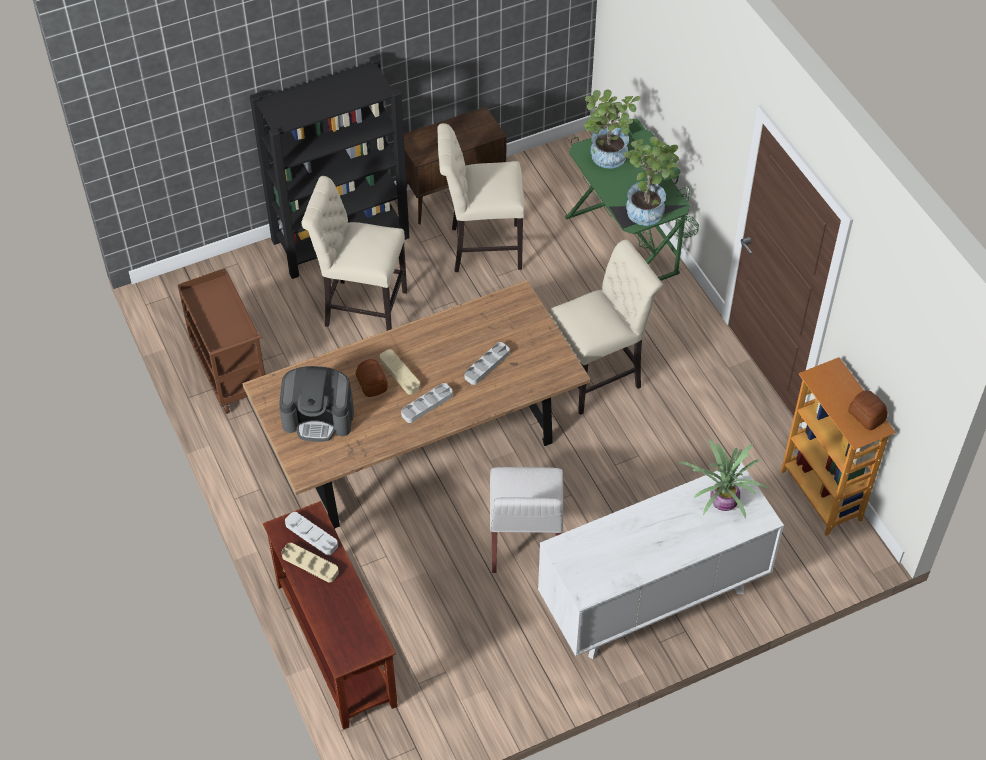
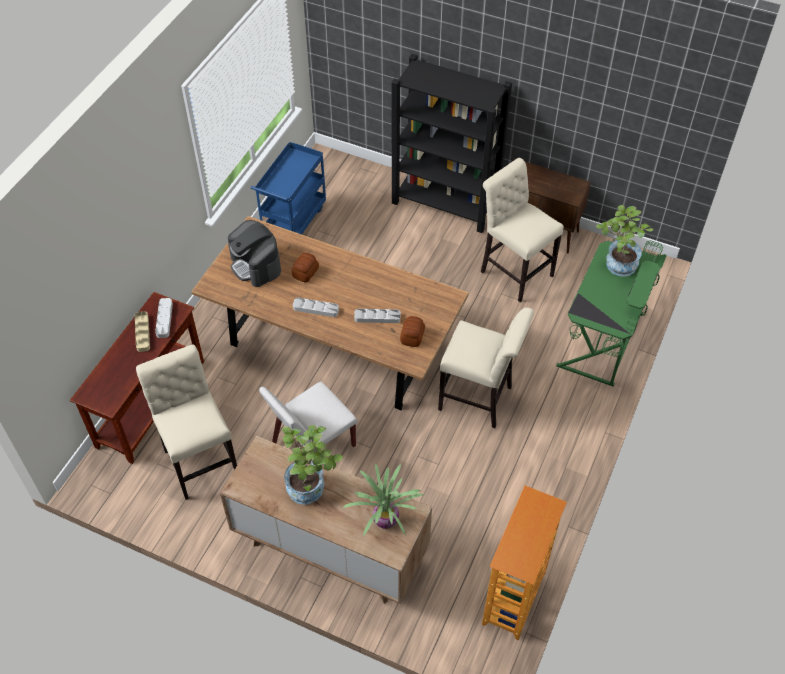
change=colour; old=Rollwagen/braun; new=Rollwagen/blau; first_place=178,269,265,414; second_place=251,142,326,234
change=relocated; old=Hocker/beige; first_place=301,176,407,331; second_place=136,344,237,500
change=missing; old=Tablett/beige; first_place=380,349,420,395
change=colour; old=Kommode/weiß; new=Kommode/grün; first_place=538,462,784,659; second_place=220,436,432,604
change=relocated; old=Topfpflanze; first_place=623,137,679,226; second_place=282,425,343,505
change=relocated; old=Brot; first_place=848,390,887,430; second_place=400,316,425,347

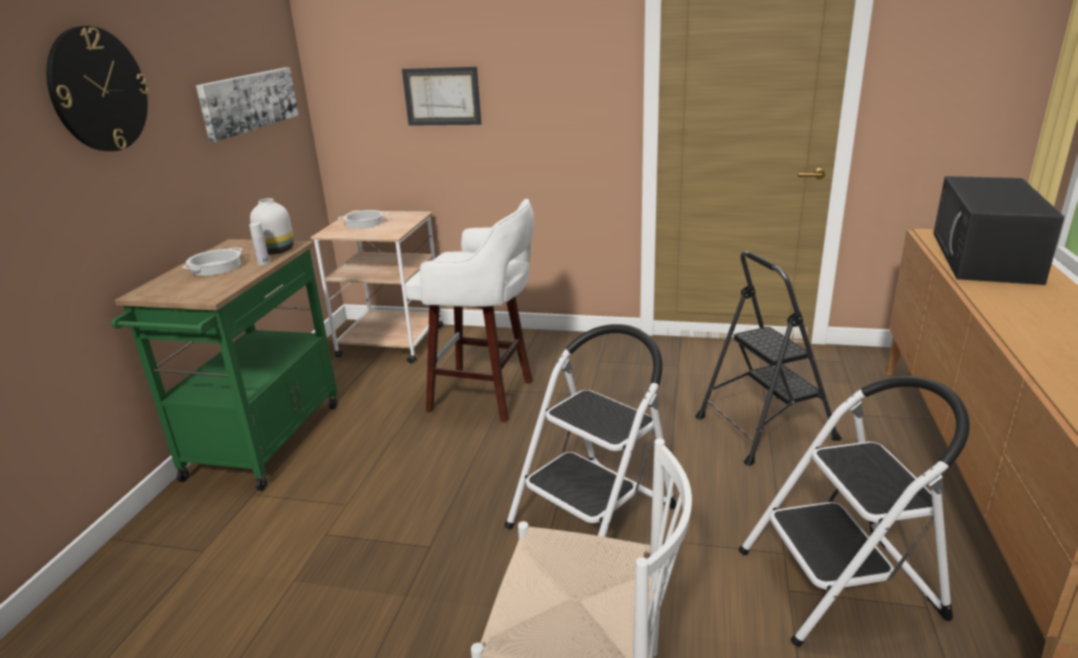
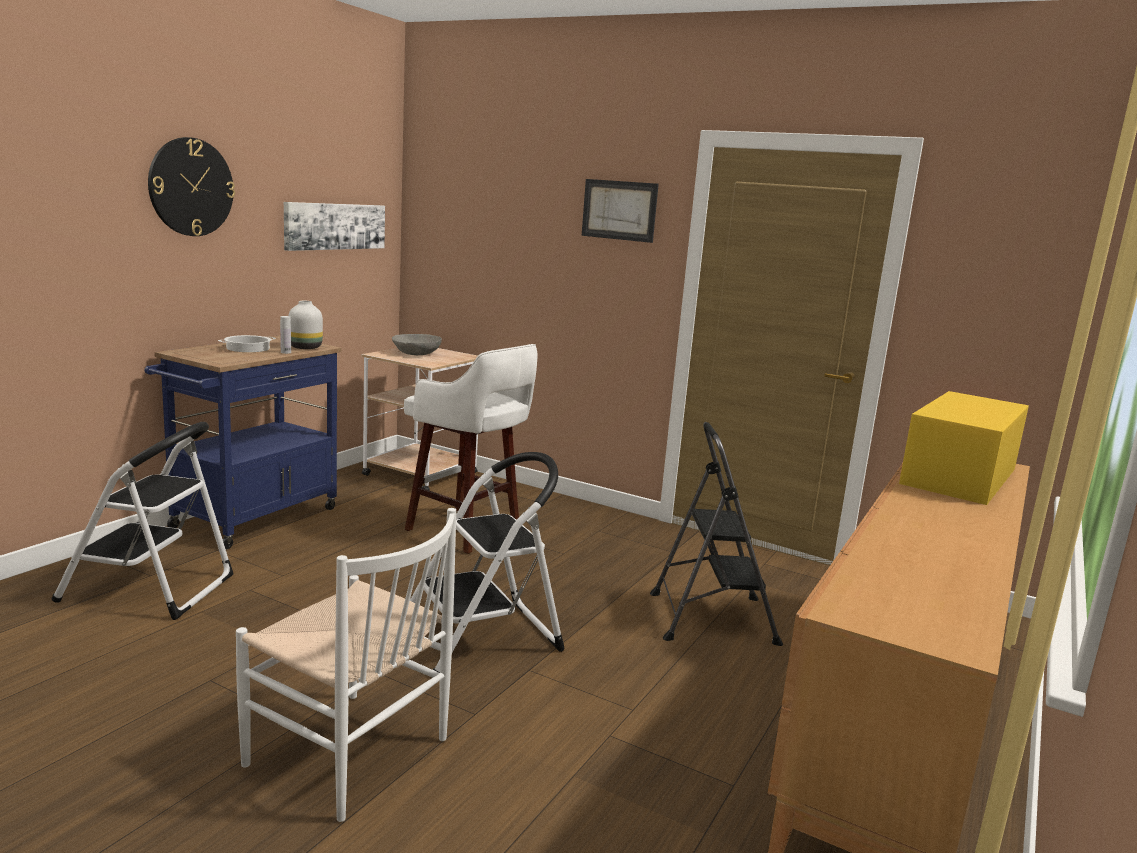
change=colour; old=Rollwagen/grün; new=Rollwagen/blau; first_place=111,239,339,491; second_place=145,335,342,549
change=exchanged; old=Kochtopf; new=Schüssel/grau; first_place=338,210,388,229; second_place=392,334,442,355
change=relocated; old=Bild; first_place=402,67,481,126; second_place=582,179,659,243
change=relocated; old=Trittleiter; first_place=738,376,970,647; second_place=51,422,233,620
change=colour; old=Mikrowelle/schwarz; new=Mikrowelle/gelb; first_place=933,176,1064,285; second_place=899,391,1029,505

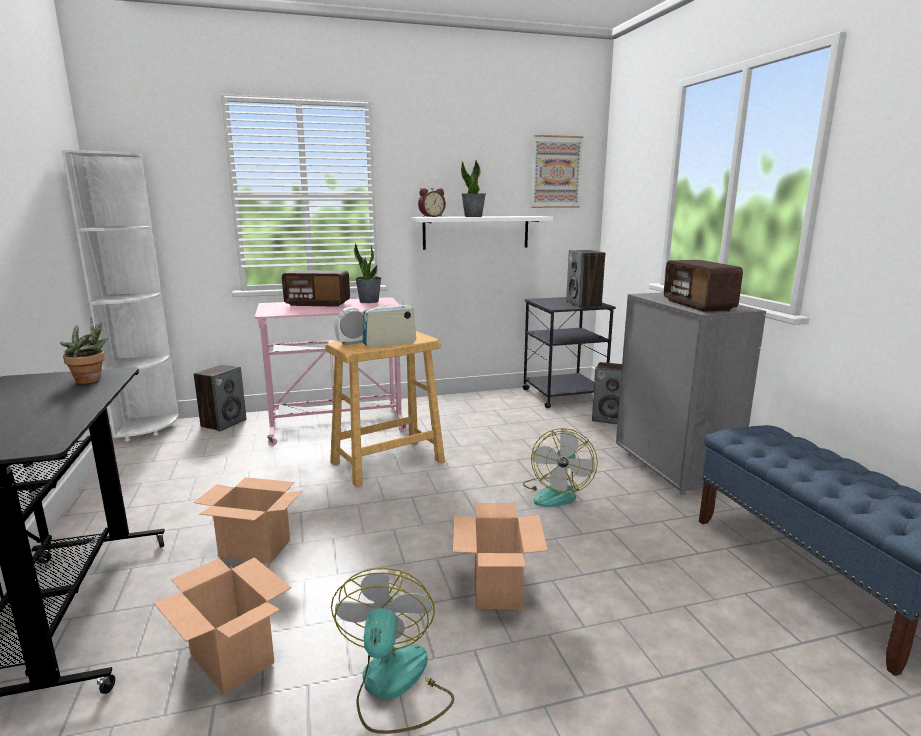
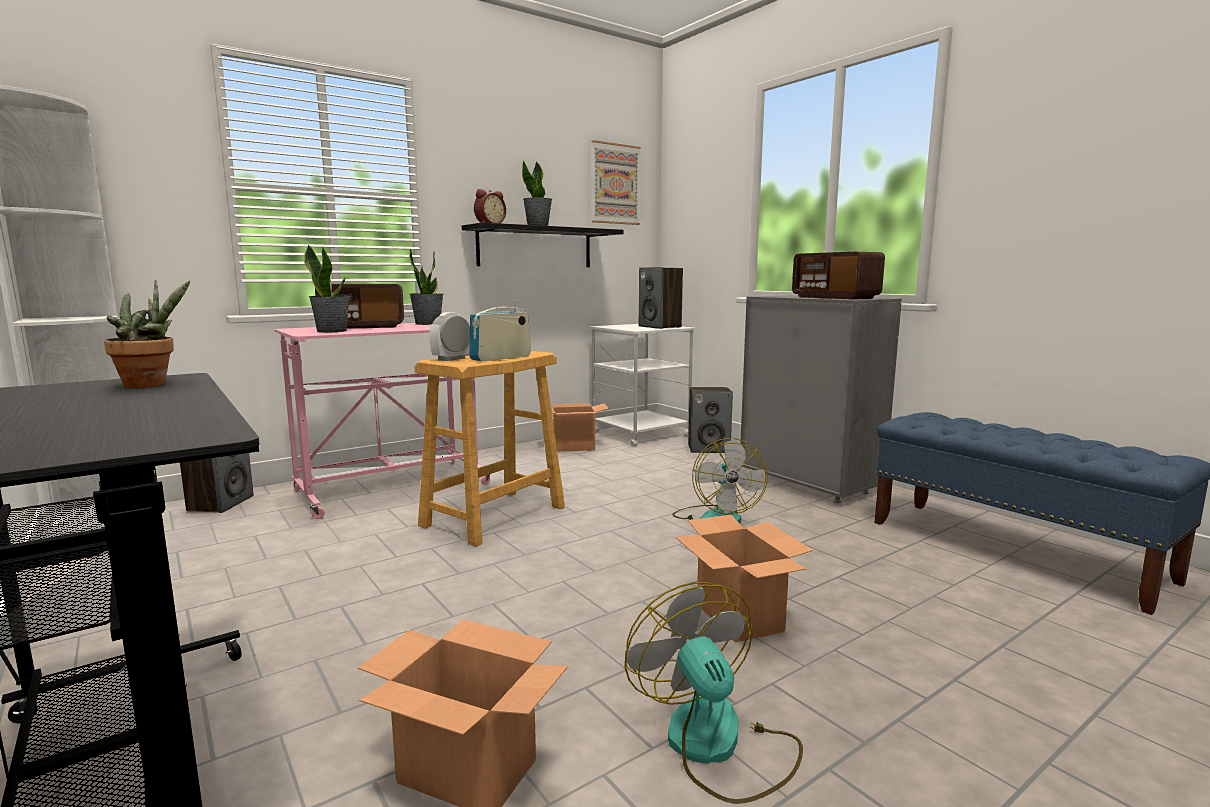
change=relocated; old=Karton; first_place=193,477,303,563; second_place=539,403,609,452
change=colour; old=Wandregal/weiß; new=Wandregal/schwarz; first_place=411,216,553,250; second_place=462,222,624,267
change=colour; old=Rollwagen/schwarz; new=Rollwagen/weiß; first_place=523,297,616,408; second_place=590,324,696,447
change=appeared; new=Topfpflanze; second_place=304,245,350,332

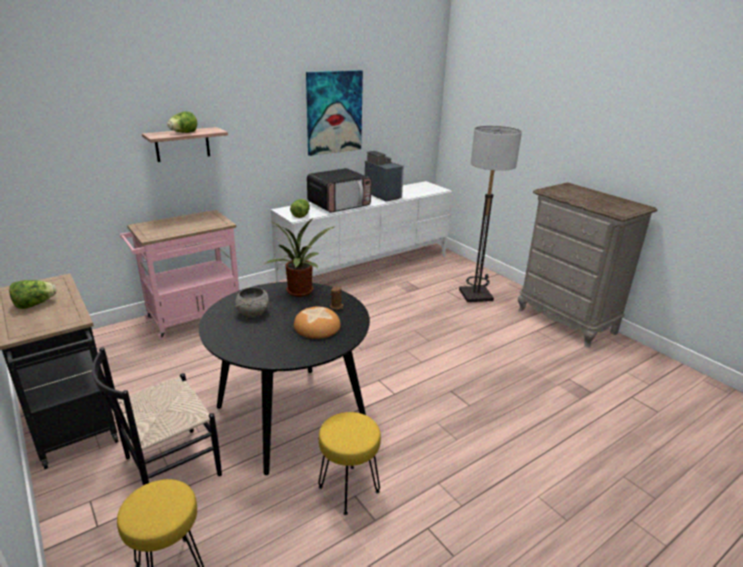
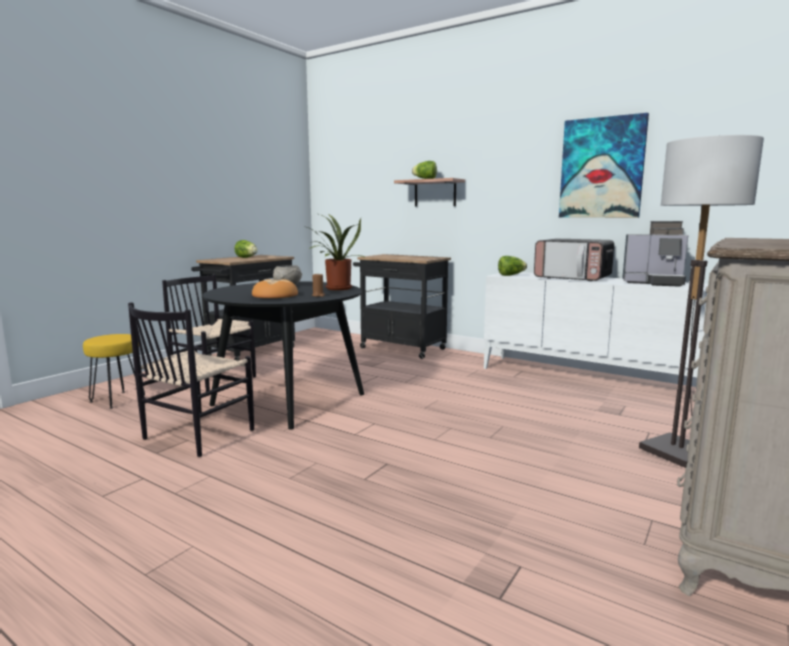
change=colour; old=Rollwagen/rosa; new=Rollwagen/schwarz; first_place=120,210,239,340; second_place=353,254,451,359
change=exchanged; old=Hocker/gelb; new=Stuhl/schwarz; first_place=318,412,381,515; second_place=128,302,254,457
change=spun; old=Kaffeemaschine; first_place=365,151,404,201; second_place=622,221,688,287; degrees=75

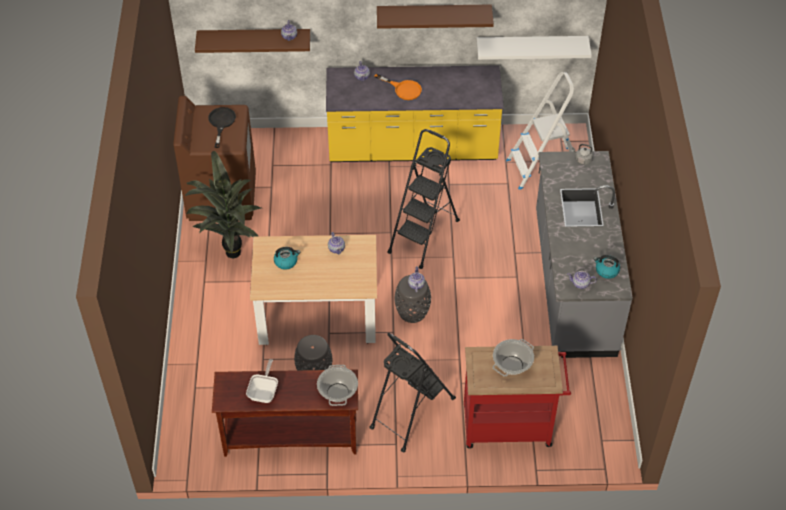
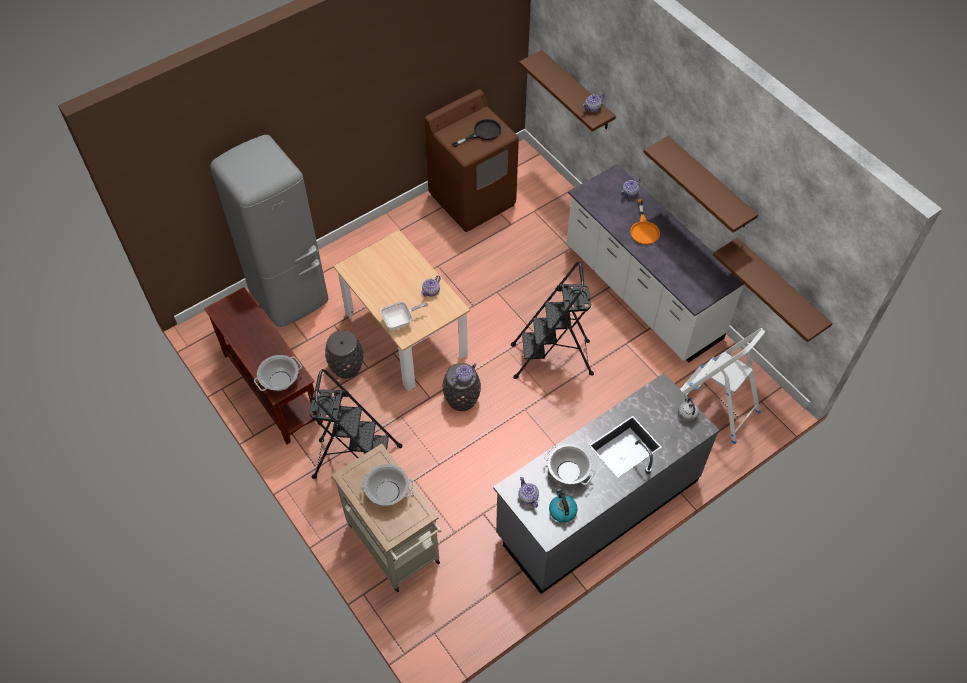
change=missing; old=Topfpflanze; first_place=185,151,261,258
change=relocated; old=Pfanne; first_place=246,359,278,403; second_place=381,301,428,330
change=missing; old=Wasserkessel; first_place=274,247,301,270
change=colour; old=Küchenzeile/gelb; new=Küchenzeile/weiß; first_place=326,65,504,162; second_place=567,164,744,362
change=colour; old=Rollwagen/rot; new=Rollwagen/beige; first_place=464,346,571,449; second_place=332,444,441,593
change=colour; old=Wandregal/weiß; new=Wandregal/braun; first_place=476,36,592,60; second_place=713,238,832,342
change=appeared; new=Kühlschrank/grau; second_place=210,135,328,327
change=appeared; new=Kochtopf; second_place=544,444,595,485

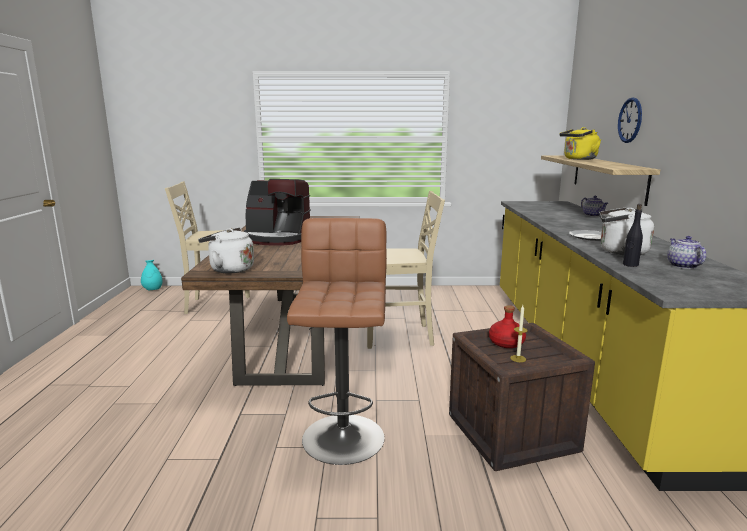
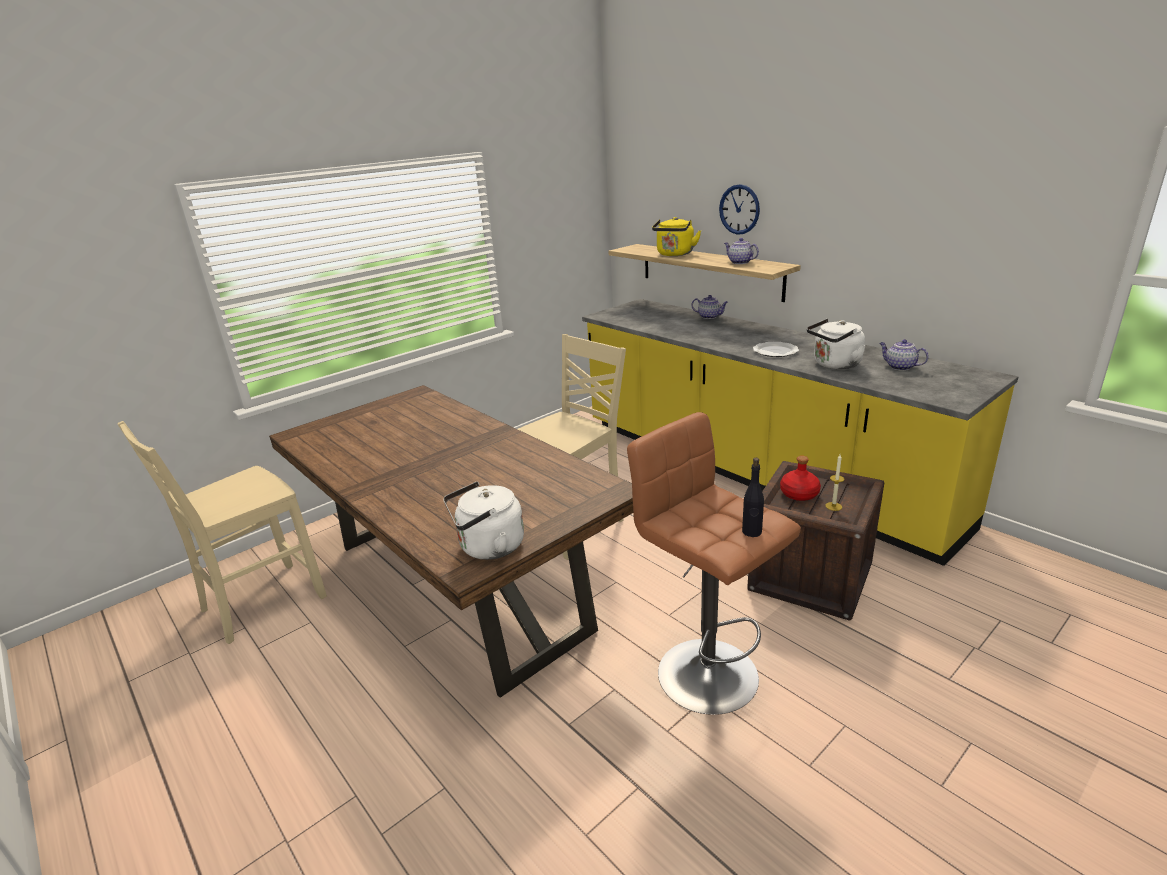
change=missing; old=Vase/türkis; first_place=141,260,162,290
change=missing; old=Kaffeemaschine; first_place=244,179,311,246
change=relocated; old=Flasche/schwarz; first_place=623,204,643,267; second_place=742,458,764,537
change=appeared; new=Teekanne; second_place=724,238,759,264

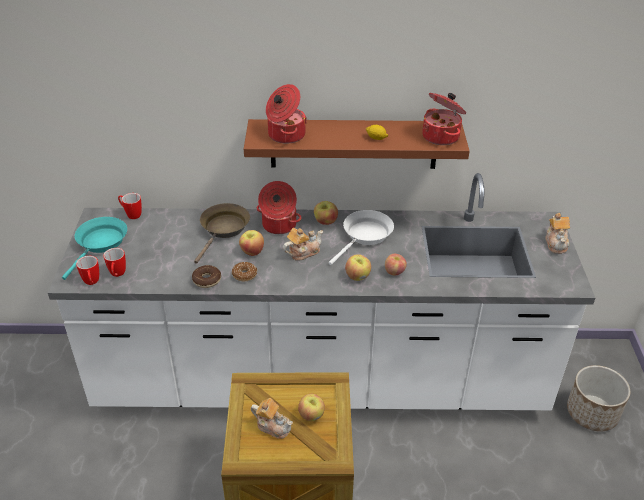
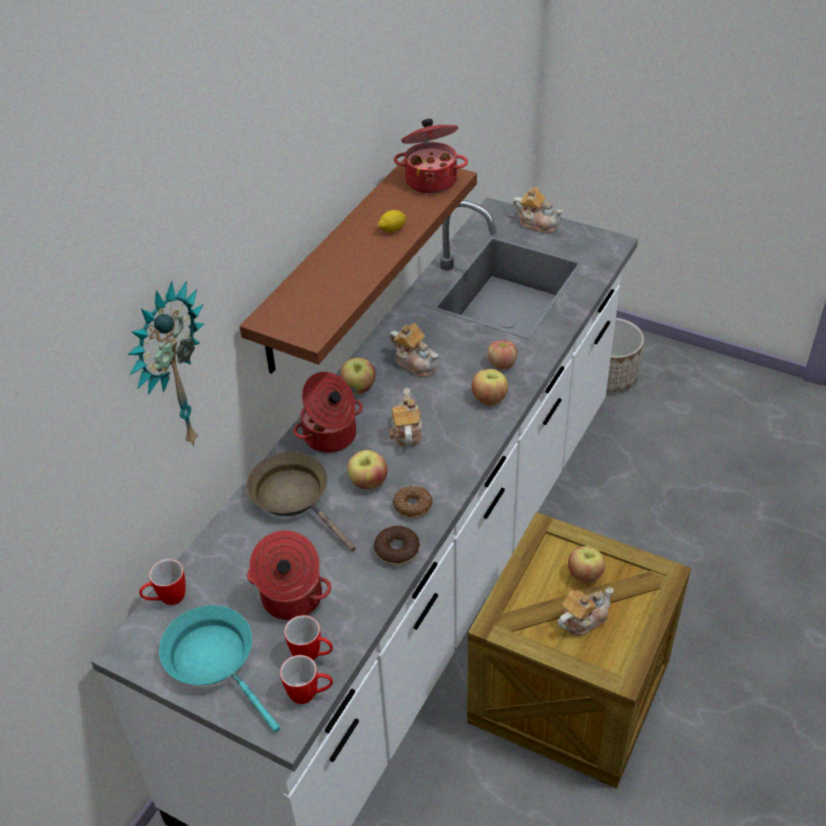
change=relocated; old=Kochtopf; first_place=266,84,307,144; second_place=247,530,331,620
change=exchanged; old=Pfanne/weiß; new=Teekanne; first_place=329,210,394,265; second_place=389,323,439,377
change=appeared; new=Wanduhr; second_place=127,281,204,447

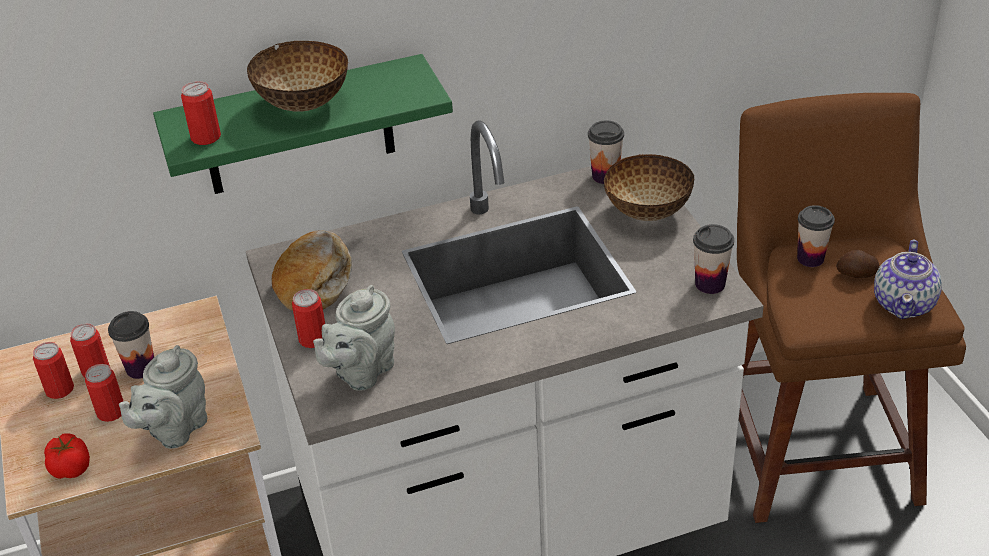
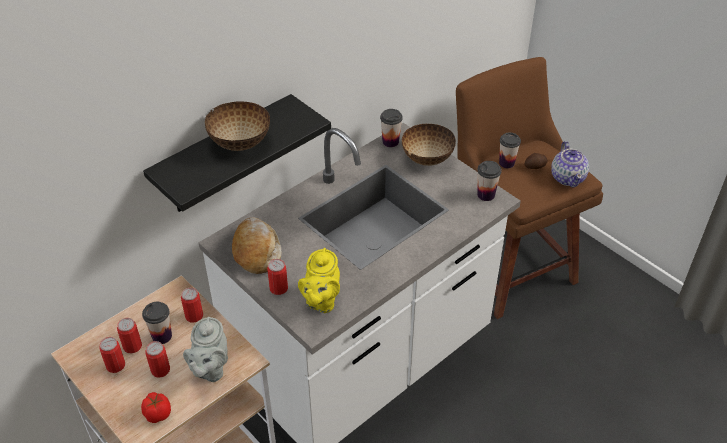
change=colour; old=Wandregal/grün; new=Wandregal/schwarz; first_place=153,54,453,194; second_place=143,94,331,212
change=relocated; old=Dose; first_place=181,81,221,145; second_place=181,288,203,323
change=colour; old=Teekanne/grau; new=Teekanne/gelb; first_place=313,285,395,391; second_place=298,248,340,313

